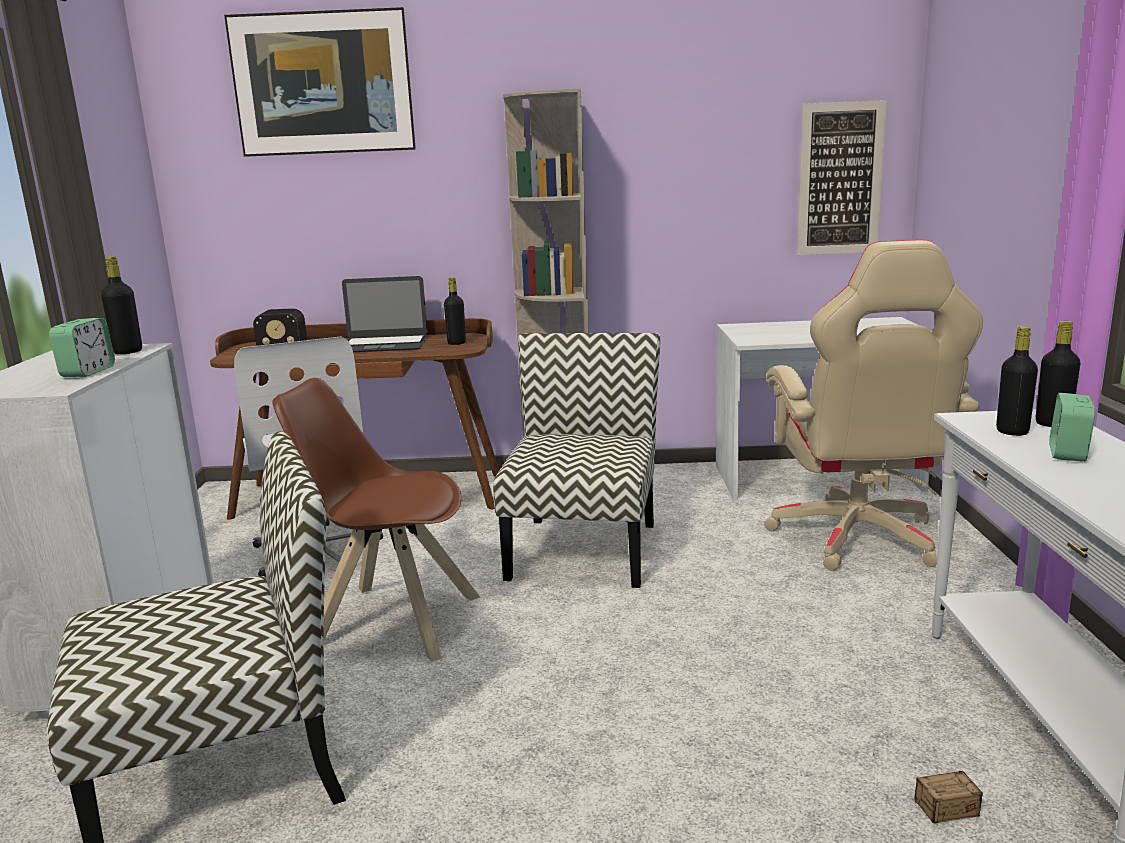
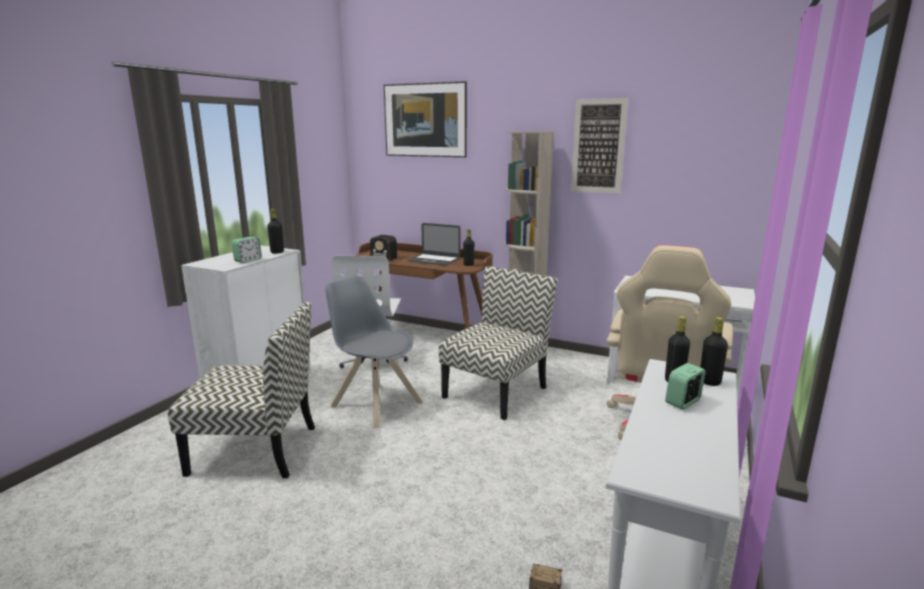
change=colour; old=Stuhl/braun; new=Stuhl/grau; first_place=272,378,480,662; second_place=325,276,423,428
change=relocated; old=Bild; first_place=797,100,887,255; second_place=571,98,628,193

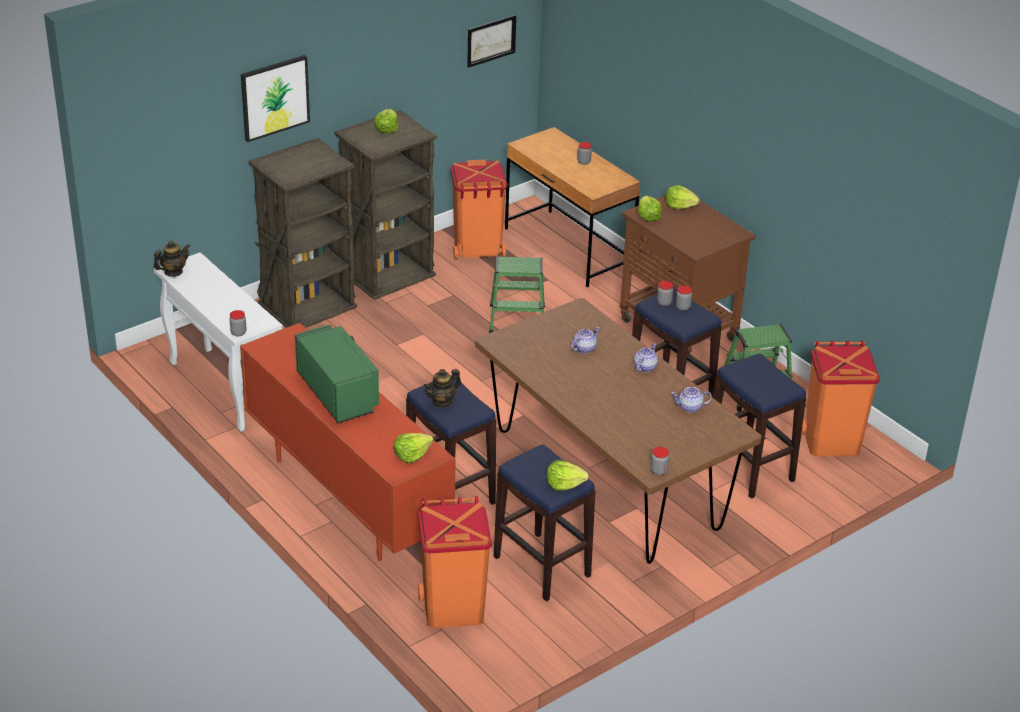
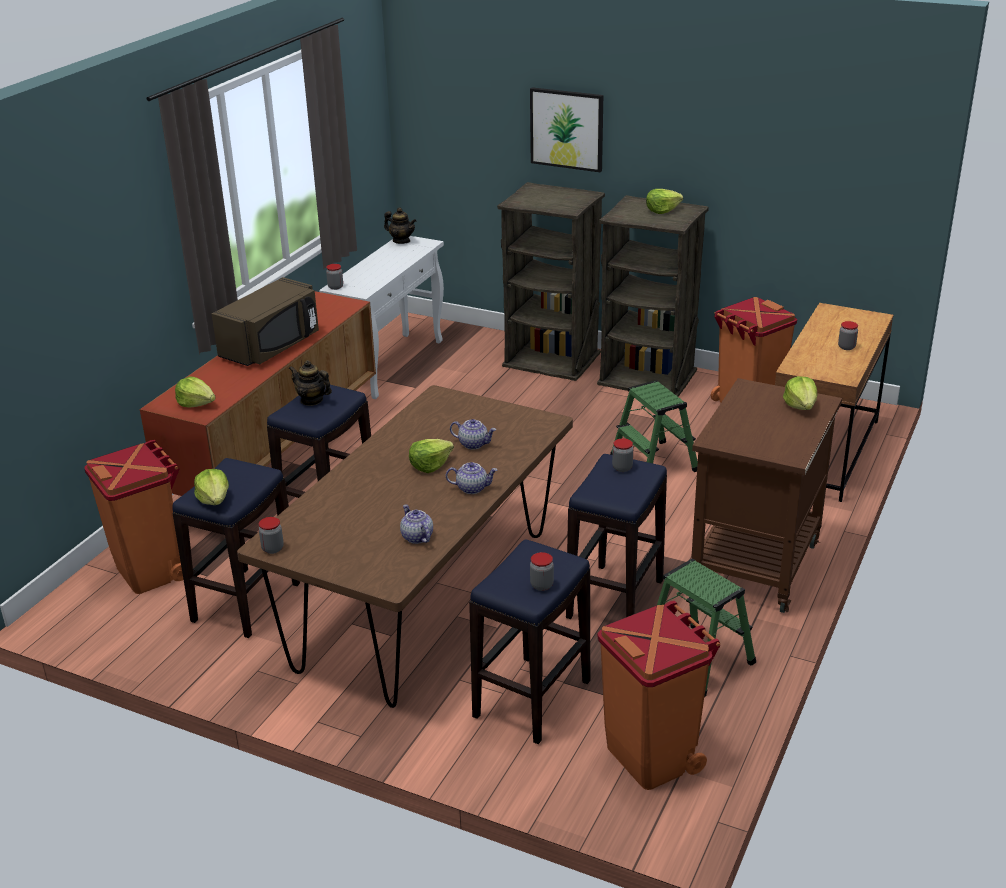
change=colour; old=Mikrowelle/grün; new=Mikrowelle/braun; first_place=295,324,379,423; second_place=212,277,319,366
change=missing; old=Bild; first_place=467,15,516,68
change=relocated; old=Salatkopf; first_place=638,196,662,221; second_place=409,439,454,473
change=relocated; old=Vorratsglas; first_place=676,285,692,311; second_place=530,552,554,591

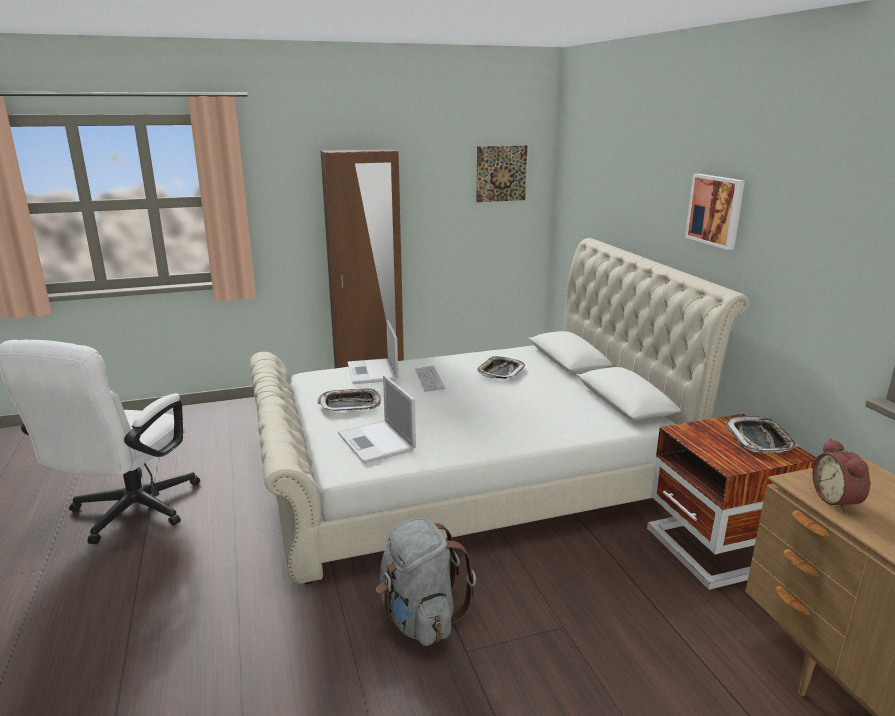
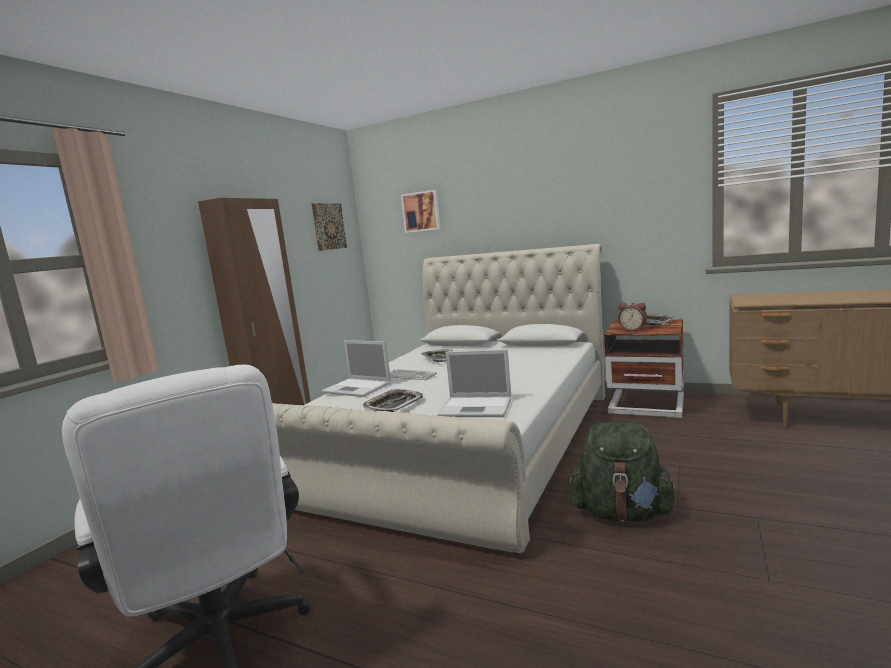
change=colour; old=Rucksack/grau; new=Rucksack/grün; first_place=376,518,476,646; second_place=570,422,677,522
change=relocated; old=Bild; first_place=685,174,745,250; second_place=401,190,441,233
change=relocated; old=Wecker; first_place=812,439,870,513; second_place=618,303,647,331

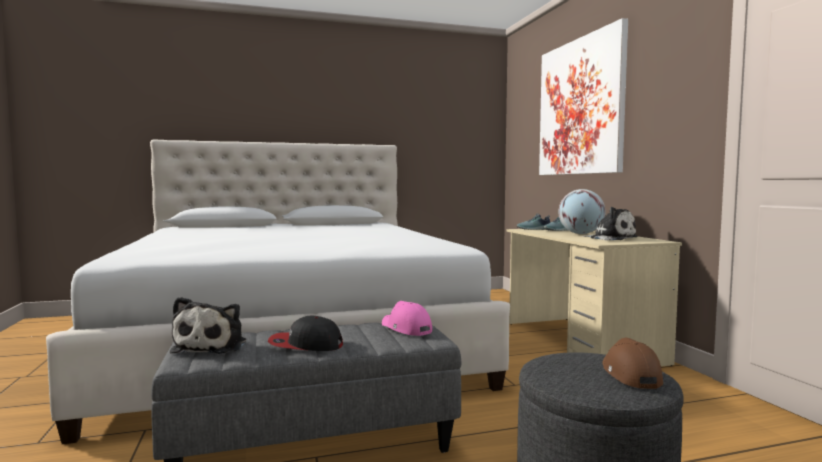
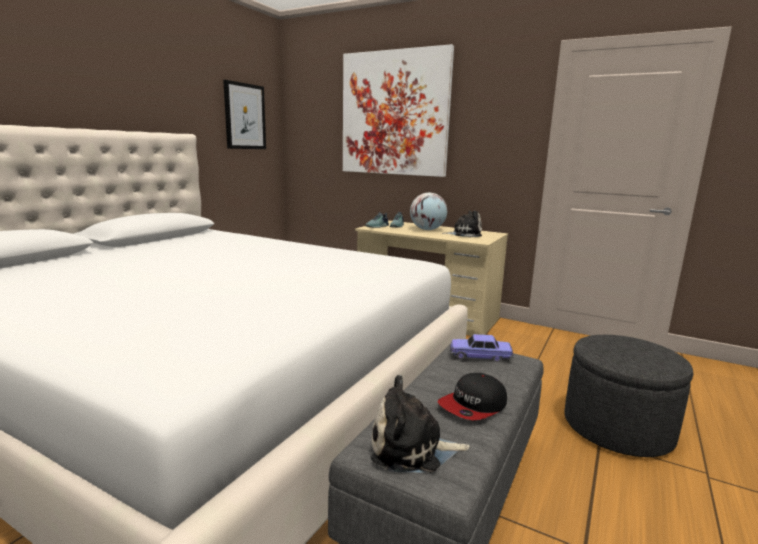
change=spun; old=Plüschtier; first_place=170,297,246,354; second_place=371,375,470,472; degrees=135
change=exchanged; old=Kappe/rosa; new=Spielzeugauto; first_place=382,301,432,336; second_place=450,334,514,362
change=missing; old=Kappe/braun; first_place=602,338,663,389
change=appeared; new=Bild; second_place=223,80,266,149

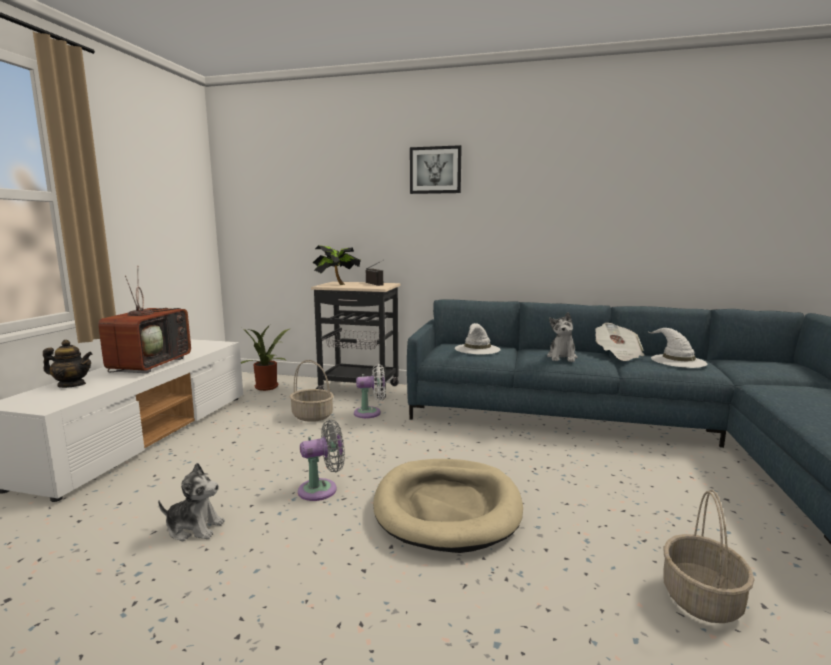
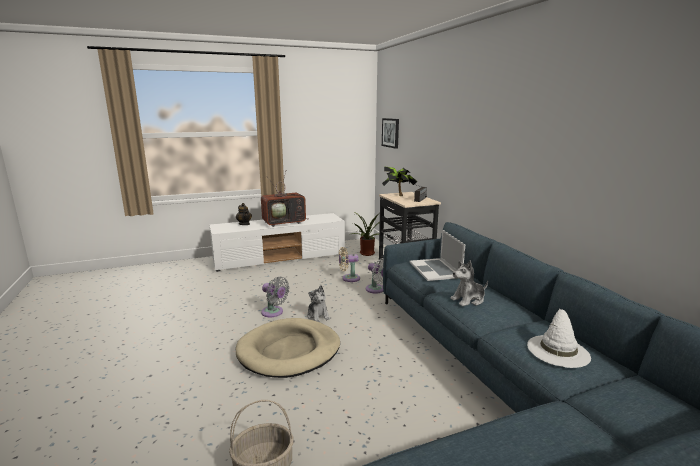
change=relocated; old=Plüschtier; first_place=158,463,225,541; second_place=307,285,330,322
change=exchanged; old=Korb; new=Ventilator/beige; first_place=290,360,334,422; second_place=339,247,360,282
change=relocated; old=Bild; first_place=410,145,462,194; second_place=382,118,399,149
change=exchanged; old=Hut/weiß; new=Laptop; first_place=455,323,501,355; second_place=410,230,465,281
change=missing; old=Zeitung; first_place=595,323,645,361

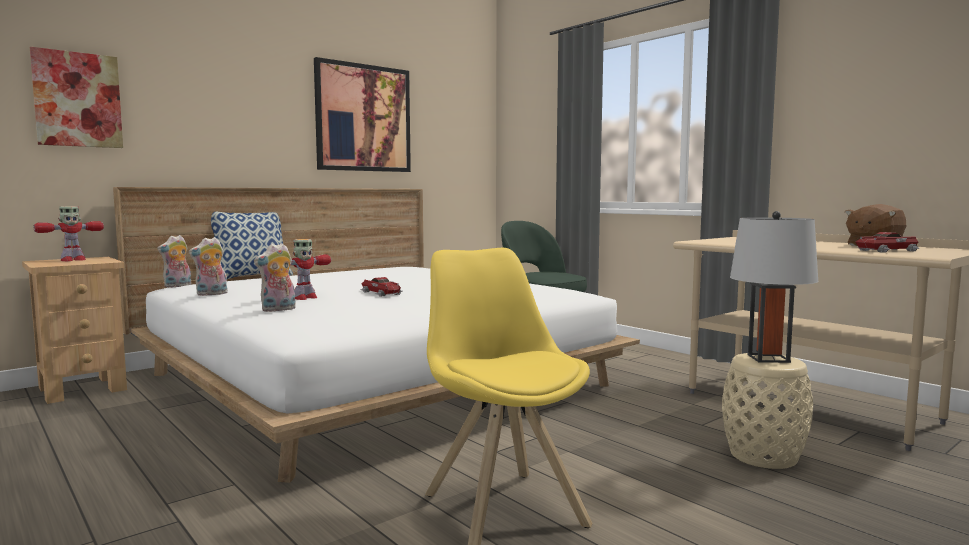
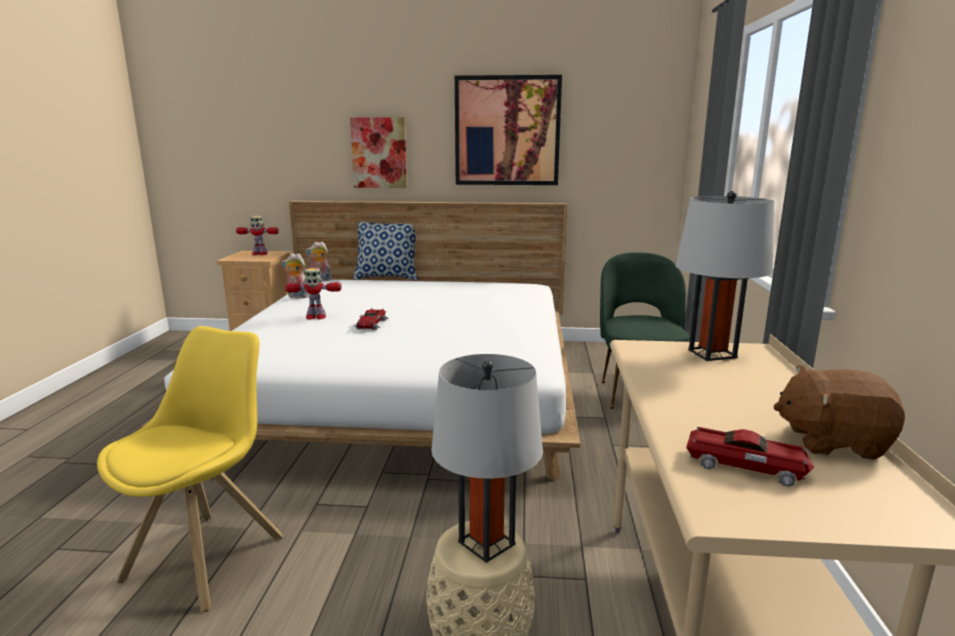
change=relocated; old=Bild; first_place=30,47,123,148; second_place=350,117,407,188
change=missing; old=Plüschtier; first_place=254,243,296,312
change=appeared; new=Tischlampe/grau; second_place=675,191,775,361

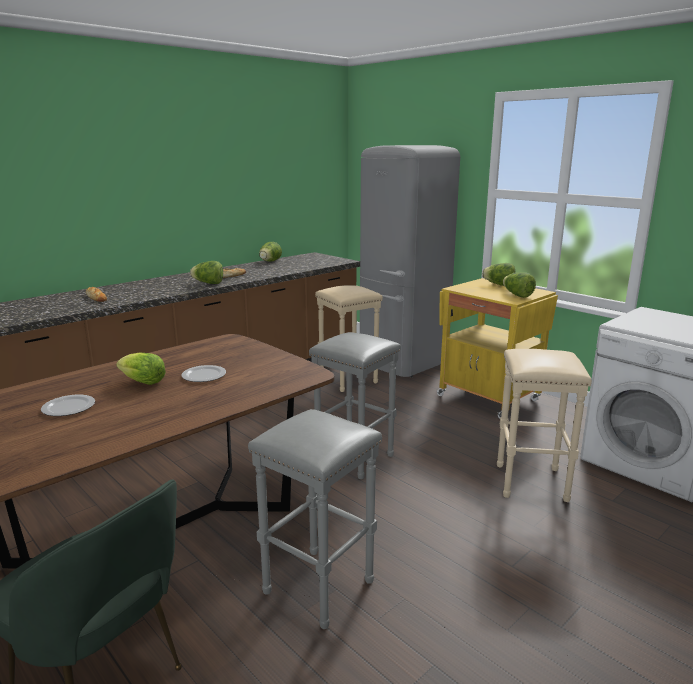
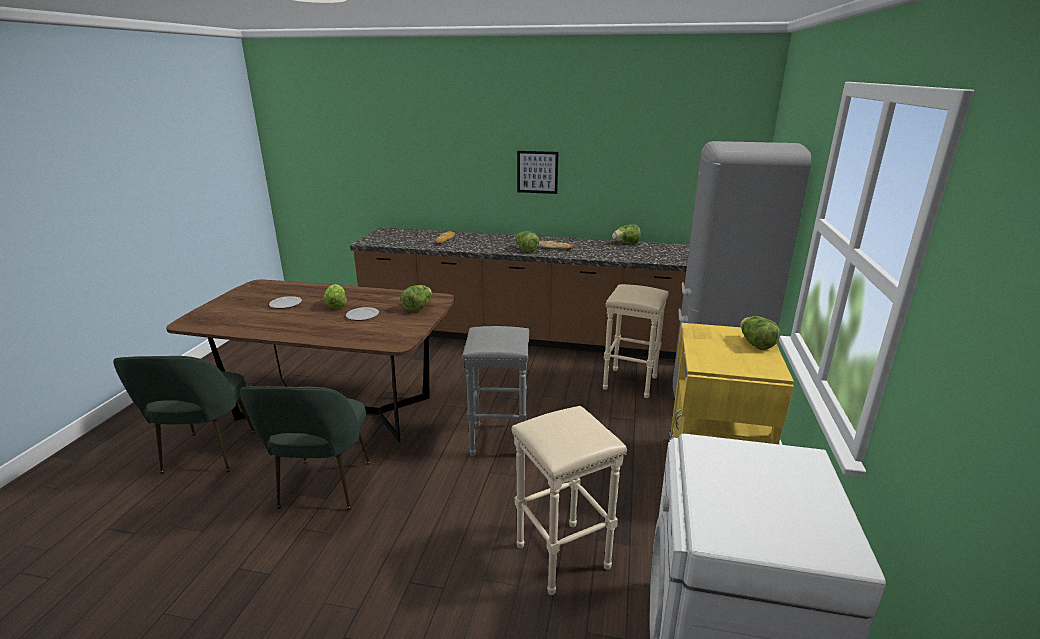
change=exchanged; old=Hocker/grau; new=Stuhl/grün; first_place=248,409,382,629; second_place=240,386,370,510
change=relocated; old=Salatkopf; first_place=503,272,536,298; second_place=401,285,432,312
change=appeared; new=Bild; second_place=517,151,558,194

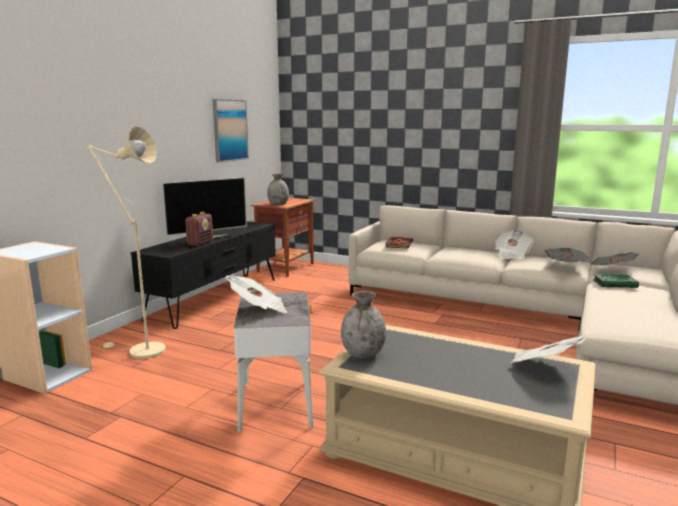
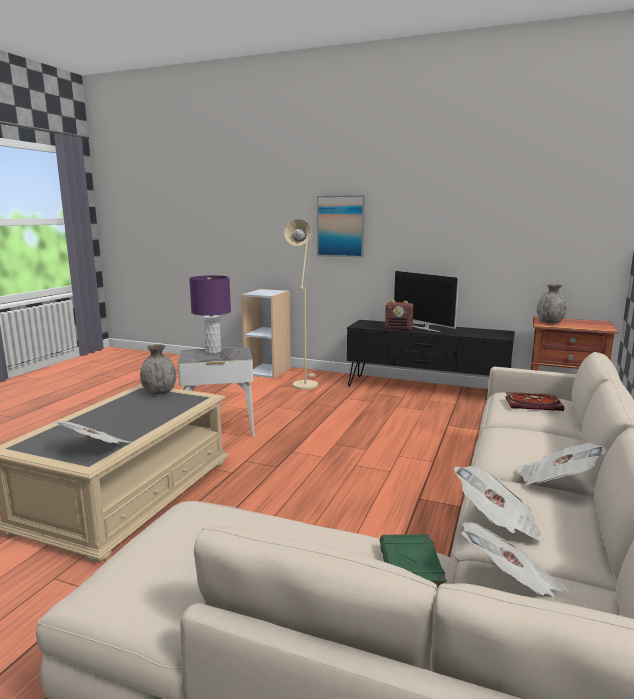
change=relocated; old=Bild; first_place=212,99,249,163; second_place=317,195,365,257
change=exchanged; old=Zeitung; new=Tischlampe/lila; first_place=226,276,287,313; second_place=189,275,231,354

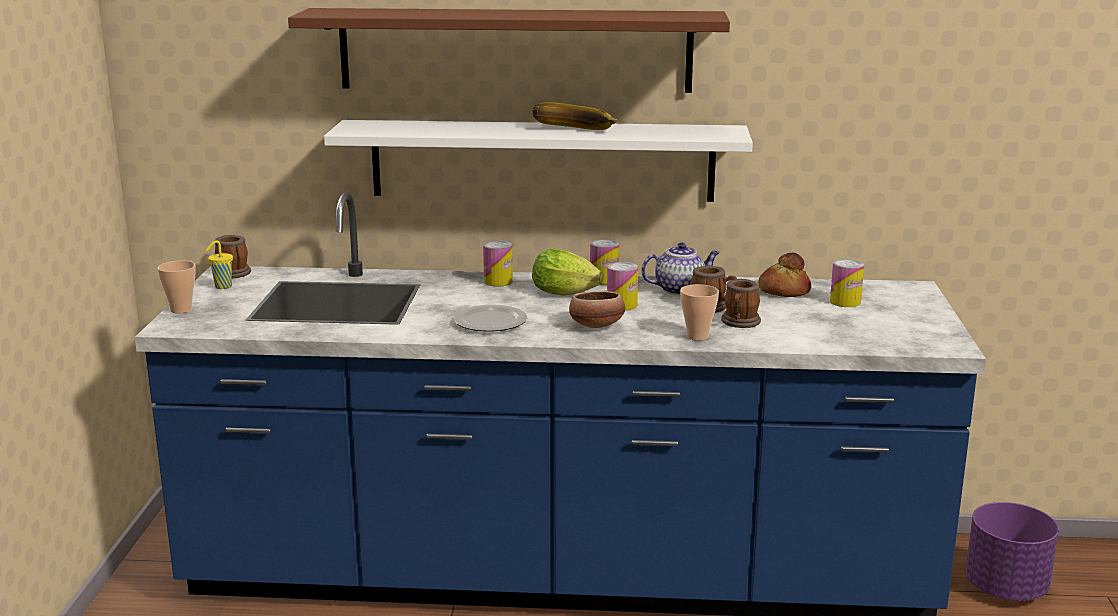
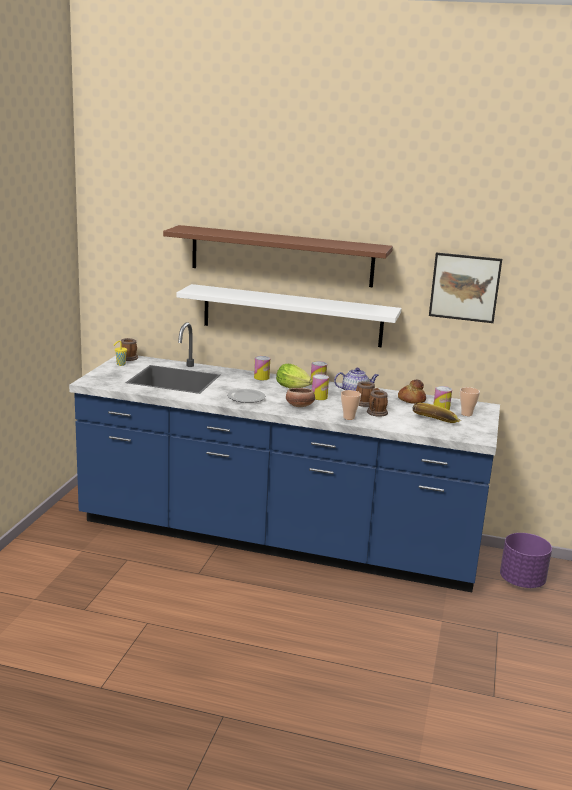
change=relocated; old=Tasse; first_place=157,261,196,314; second_place=460,387,480,416
change=relocated; old=Banane; first_place=532,102,618,130; second_place=413,403,461,423
change=appeared; new=Bild; second_place=429,252,502,323

